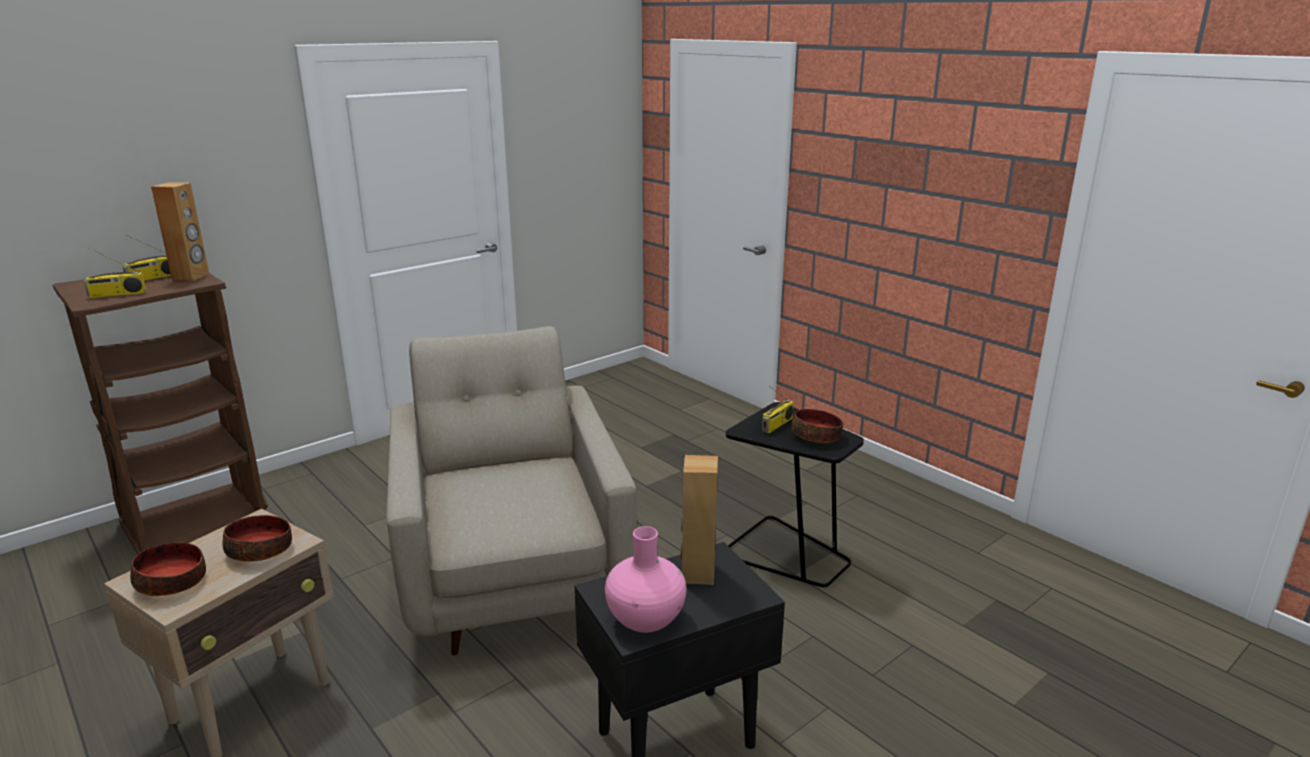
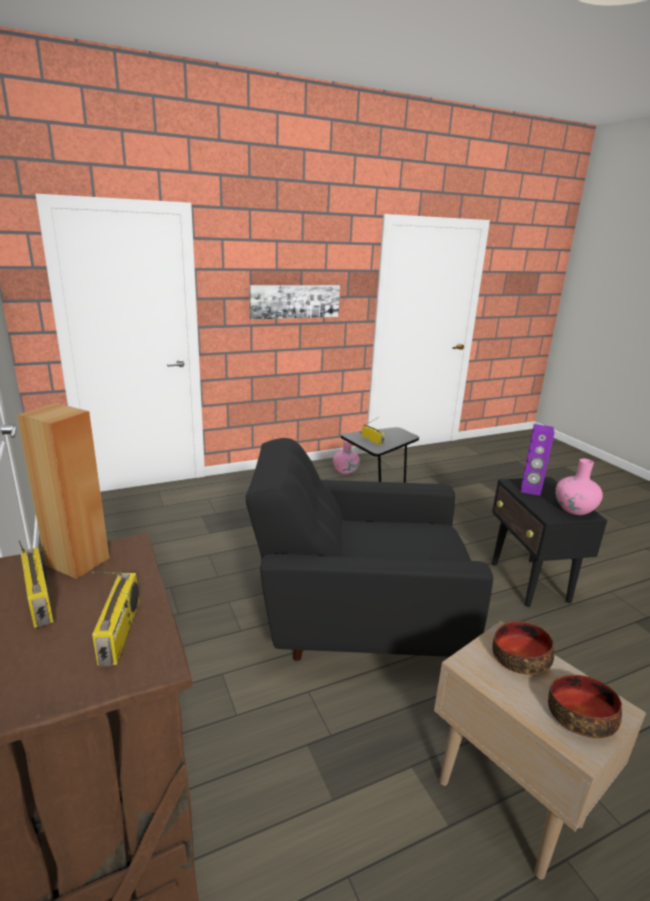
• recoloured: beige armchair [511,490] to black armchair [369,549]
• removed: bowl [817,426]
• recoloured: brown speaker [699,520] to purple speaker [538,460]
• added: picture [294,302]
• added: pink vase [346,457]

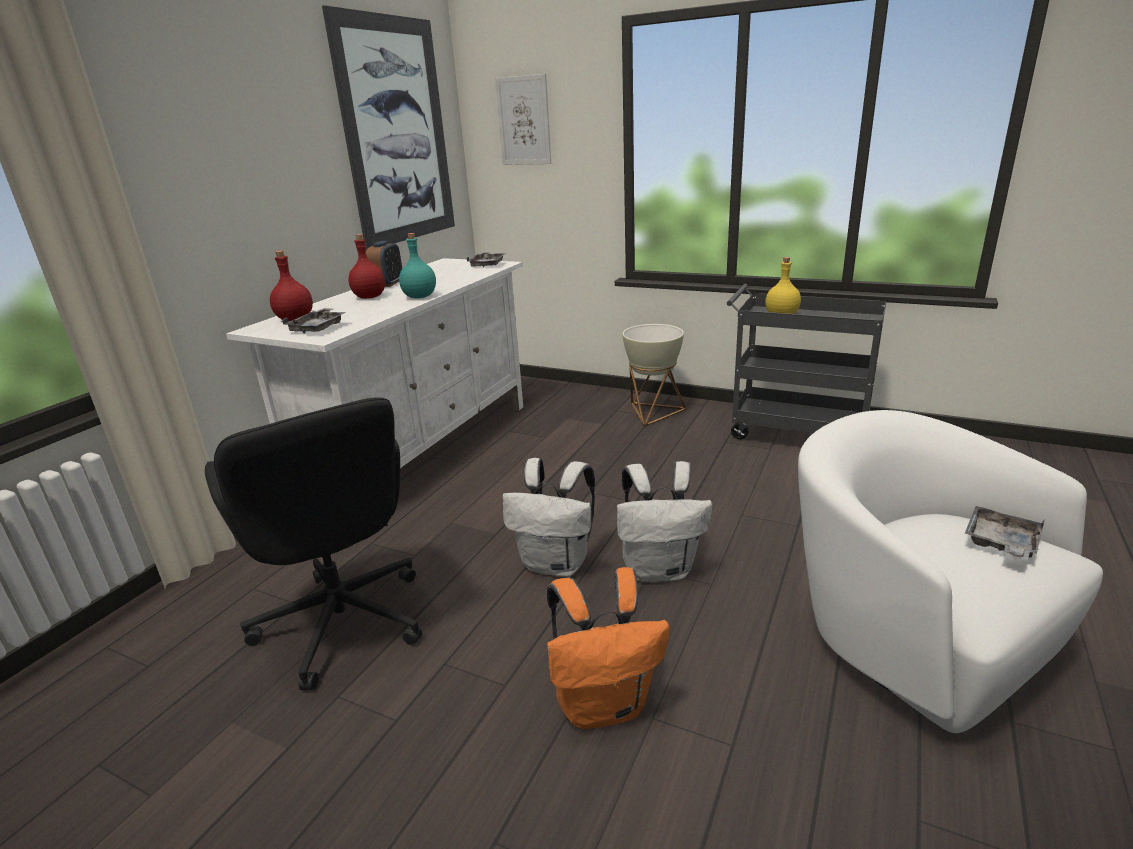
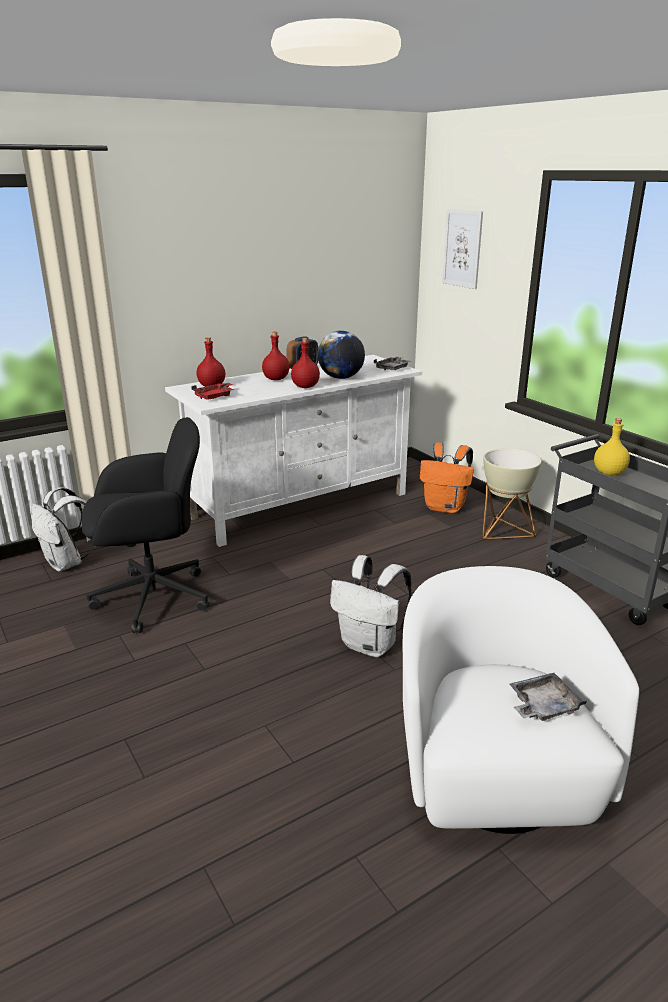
• removed: picture [388,128]
• recoloured: turquoise bottle [417,265] to red bottle [305,363]
• recoloured: grey tray [314,321] to red tray [213,391]
• turned: black office chair [313,543] = [145,525] 105 degrees counterclockwise
• moved: white backpack [548,517] to [62,529]
• moved: orange backpack [608,648] to [447,477]
• added: globe [341,355]

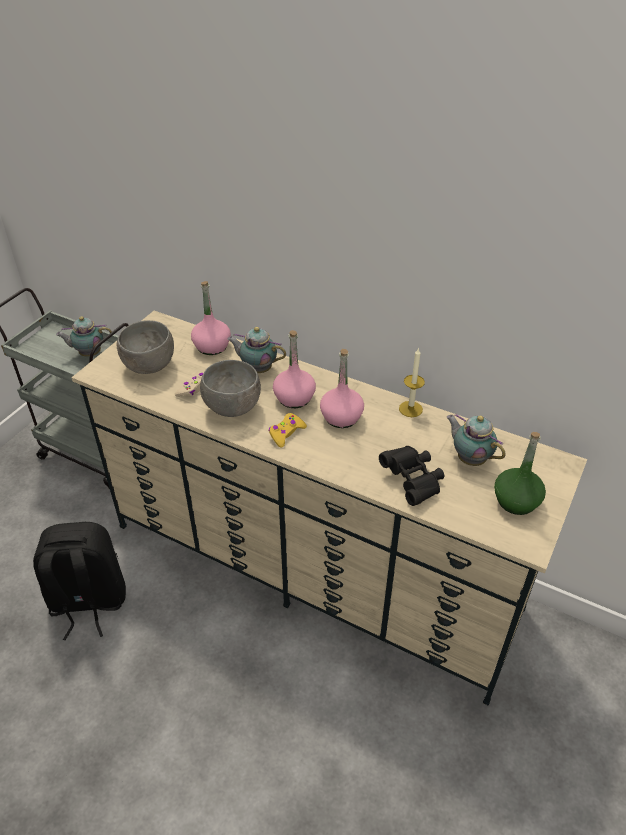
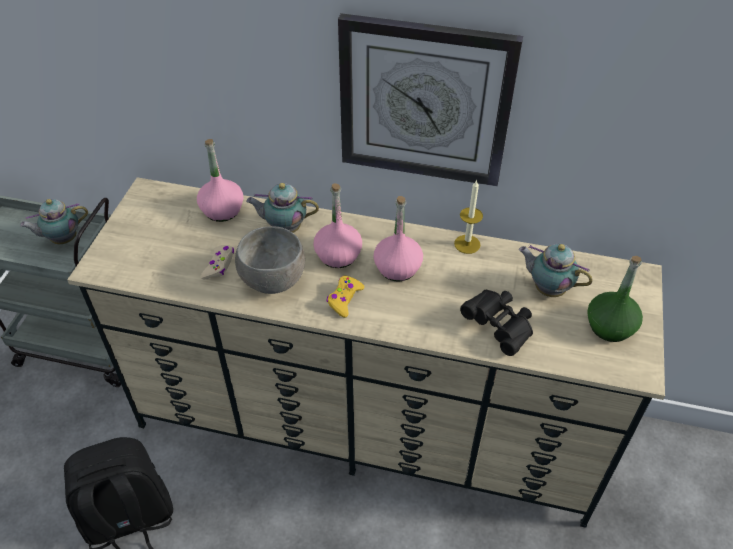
• removed: grey bowl [145,347]
• added: wall clock [430,99]

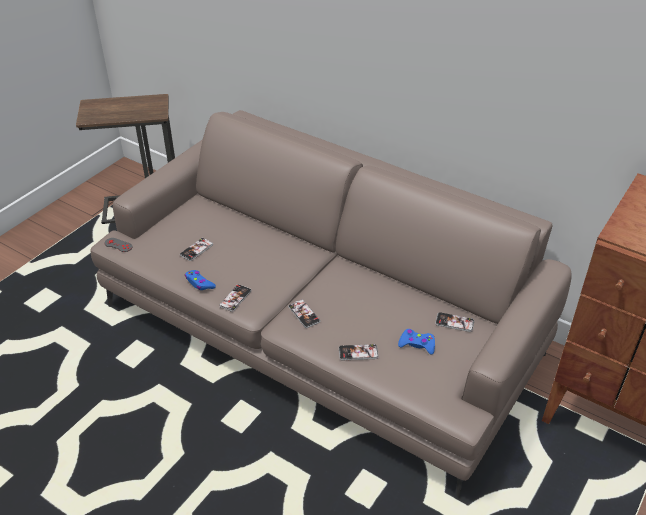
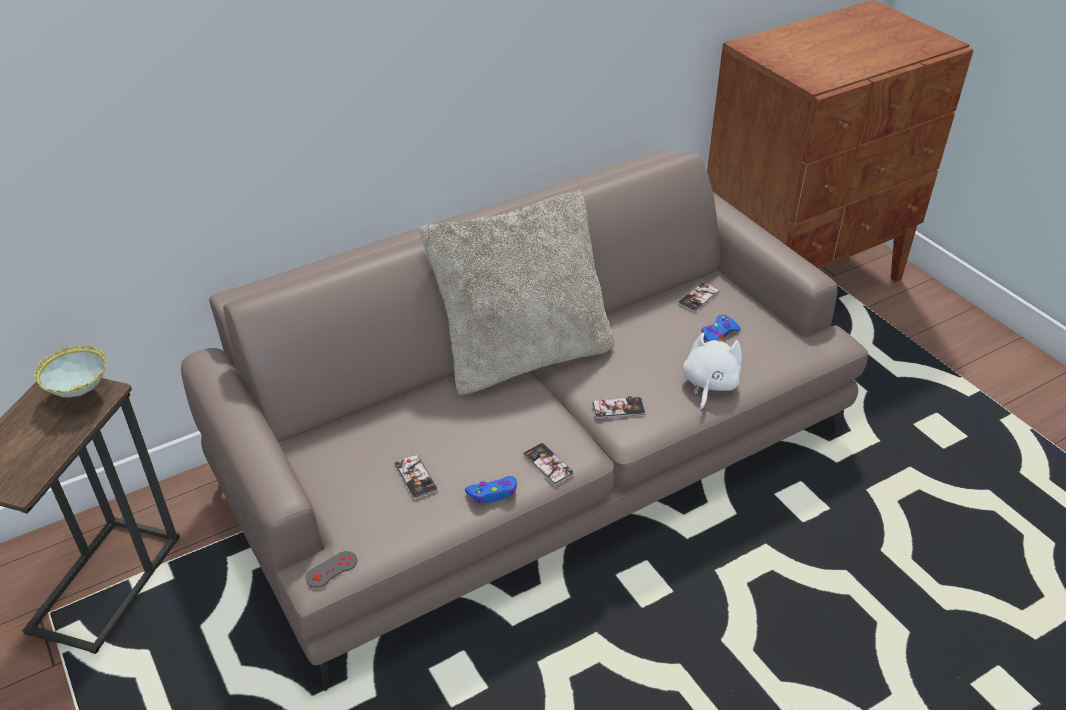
• replaced: phone [359,352] to white plush toy [712,371]
• added: beige pillow [516,292]
• added: bowl [70,371]

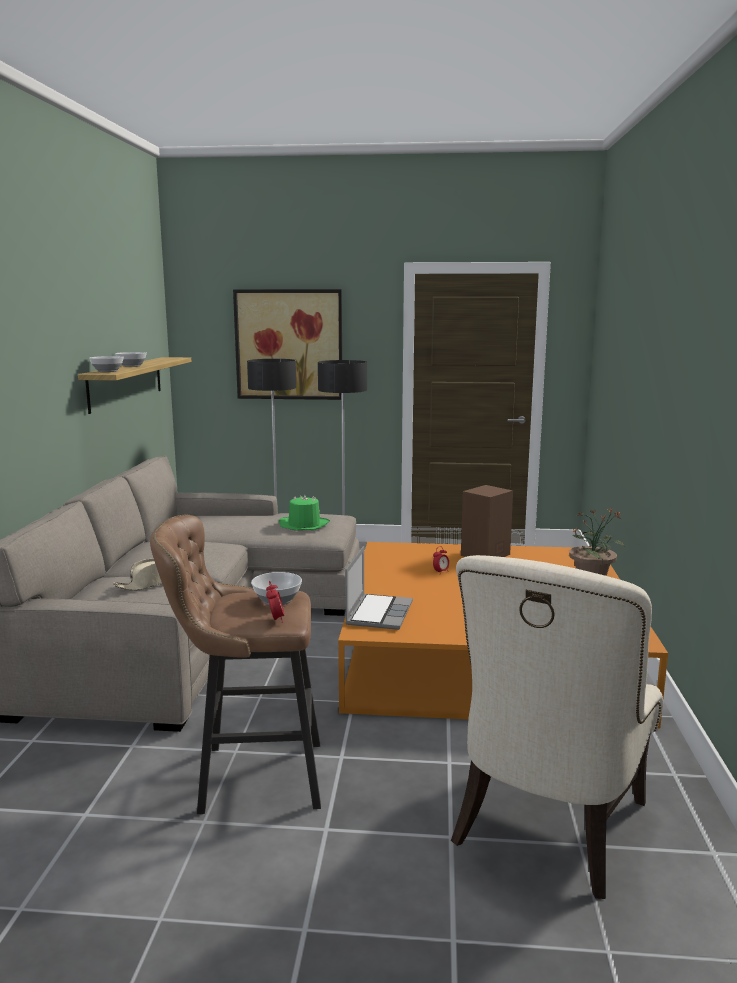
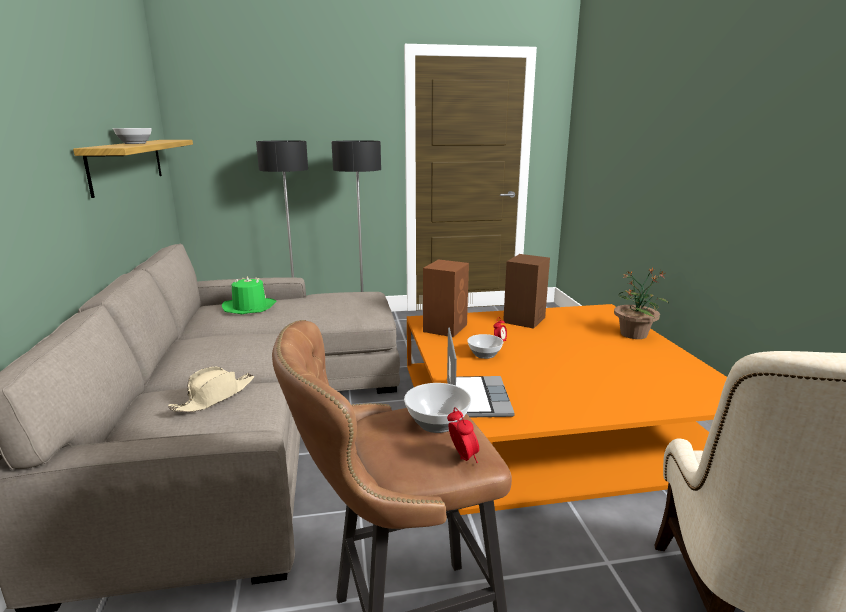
• removed: picture [287,344]
• moved: bowl [106,364] to [485,346]
• moved: green hat [304,513] to [249,295]
• added: brown speaker [446,298]

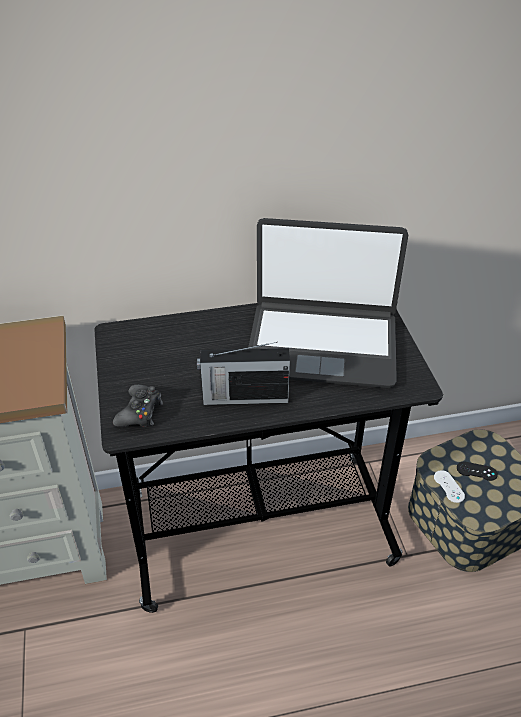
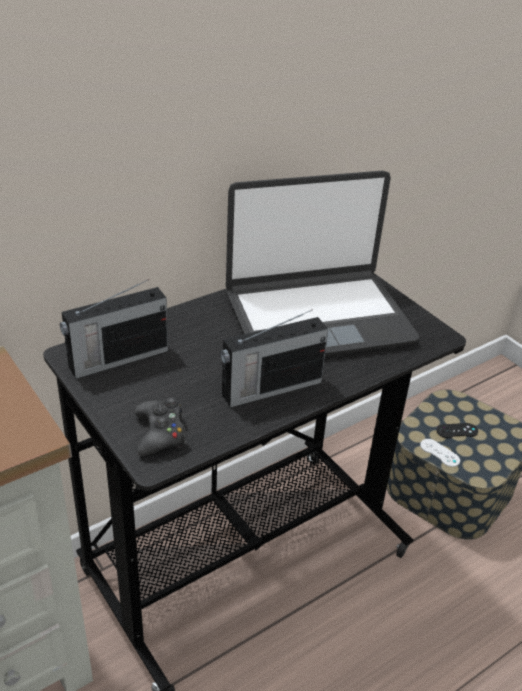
• added: radio [114,329]

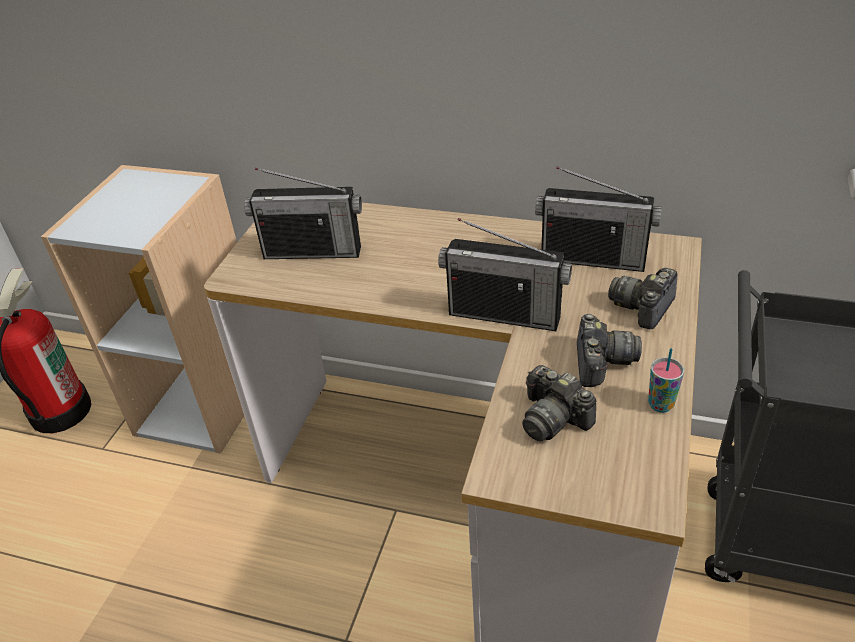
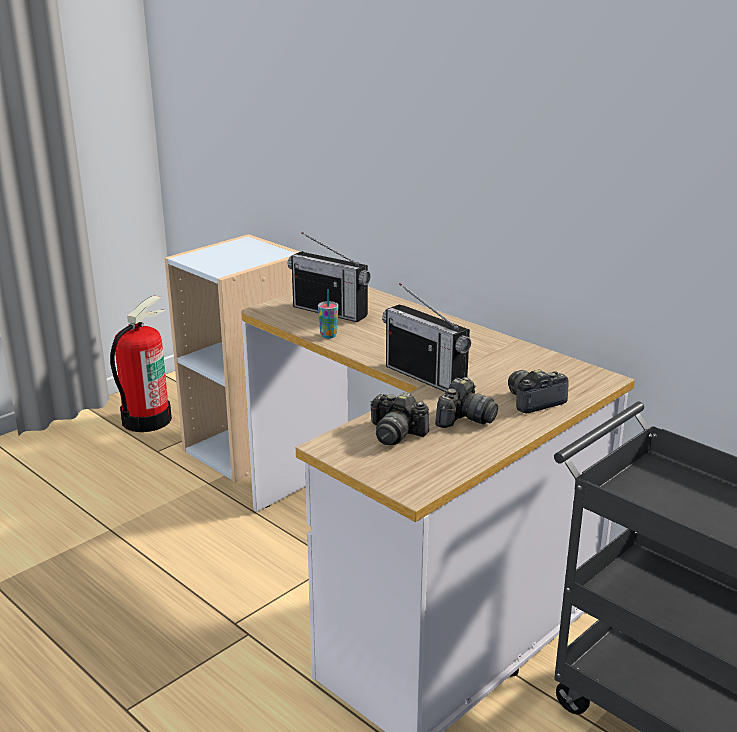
• removed: radio [598,219]
• moved: cup [666,380] to [328,314]
• turned: photo camera [559,403] = [399,418] 45 degrees counterclockwise

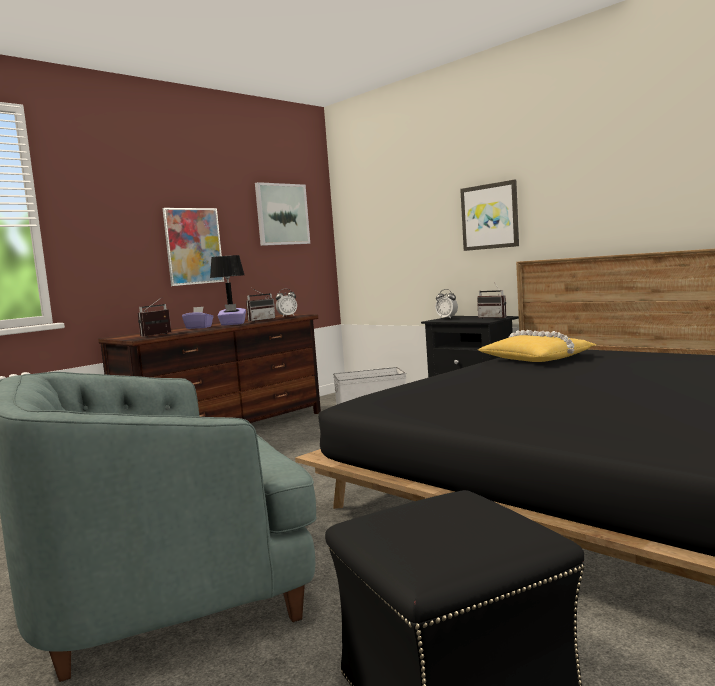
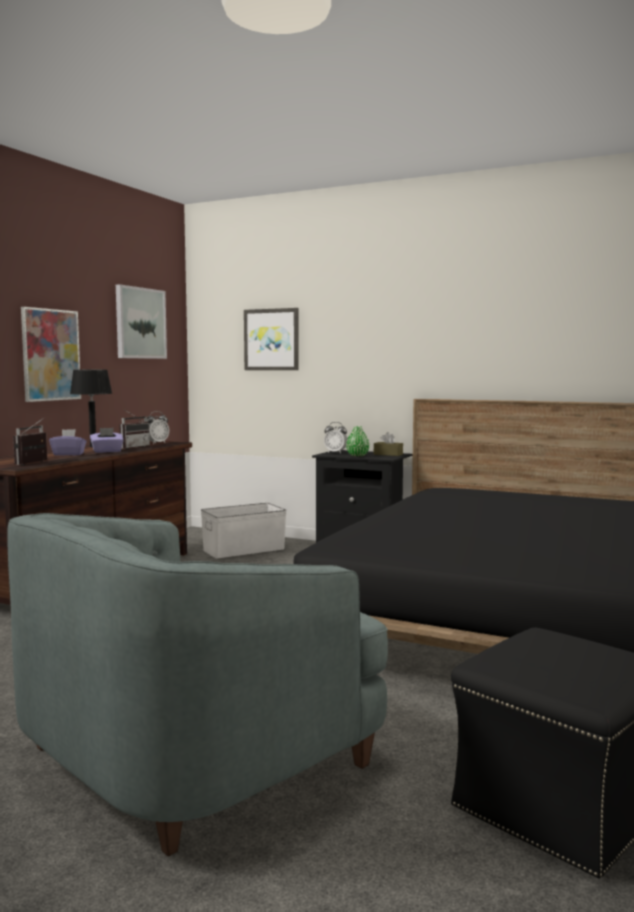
• moved: picture [489,215] to [271,339]
• replaced: radio [491,300] to brown tissue box [388,444]
• removed: yellow pillow [537,346]
• added: green vase [357,441]

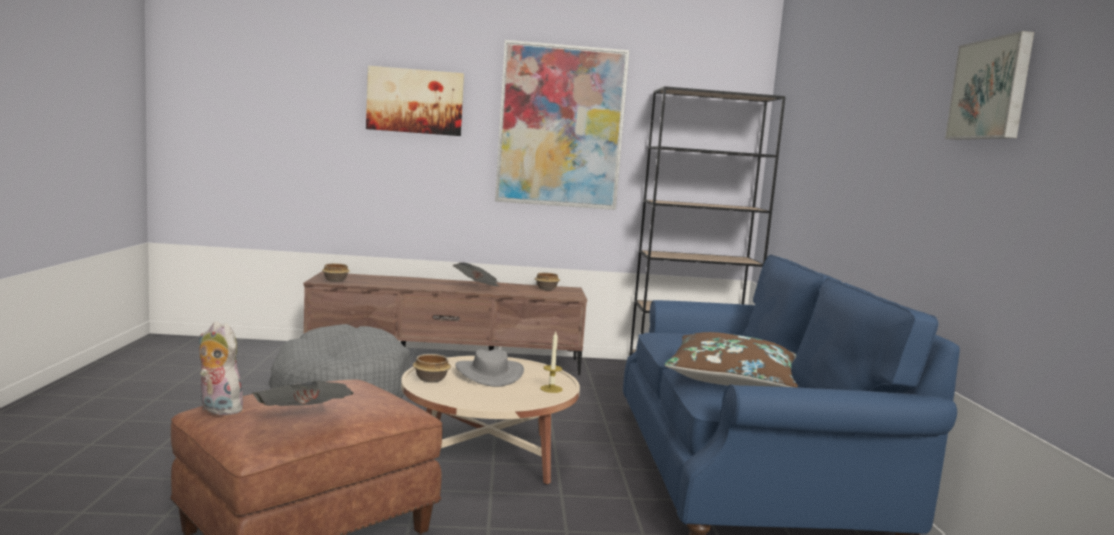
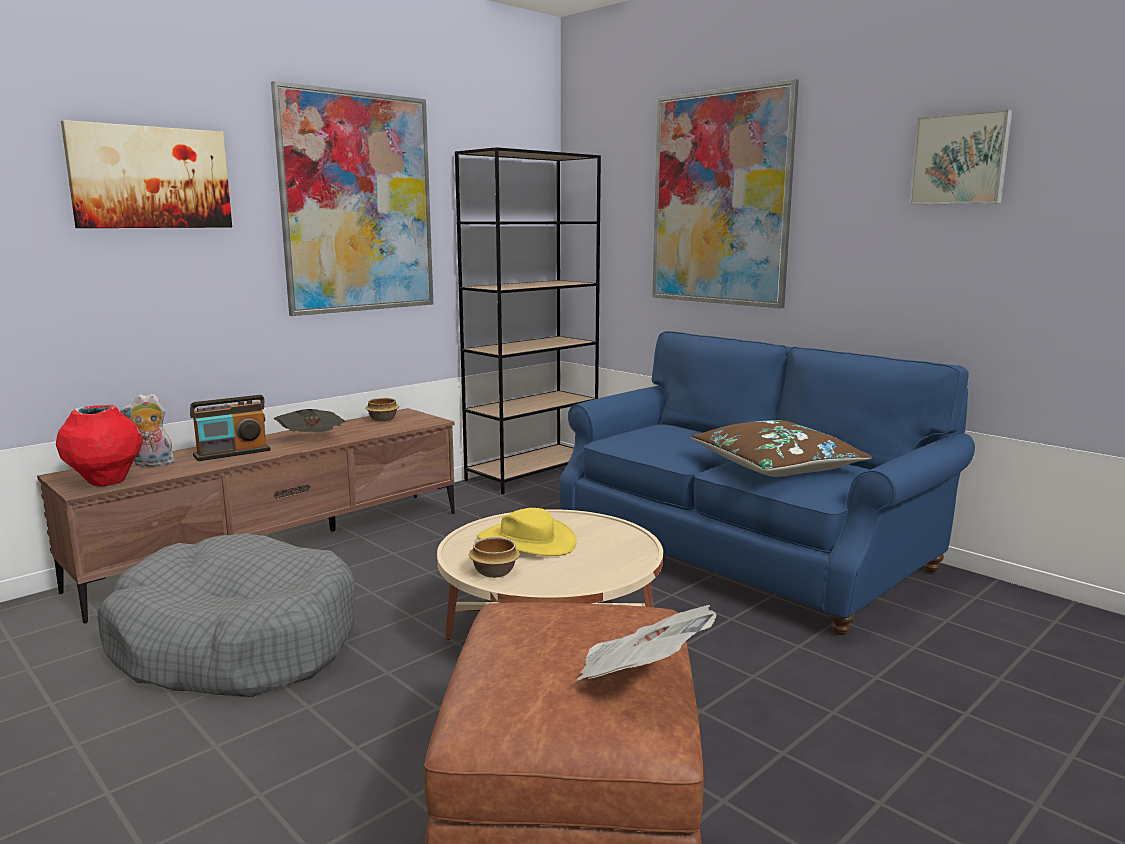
• replaced: bowl [336,272] to red vase [99,446]
• moved: plush toy [223,368] to [148,430]
• removed: candle [551,362]
• recoloured: grey hat [489,368] to yellow hat [527,532]
• added: picture [725,193]
• added: radio [230,428]

